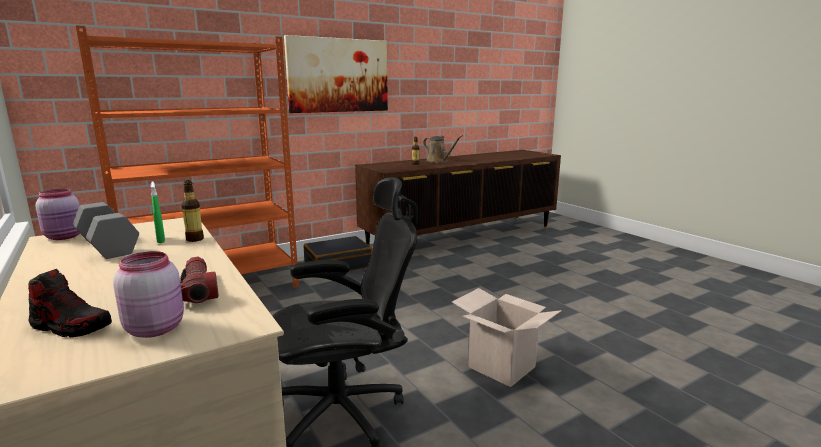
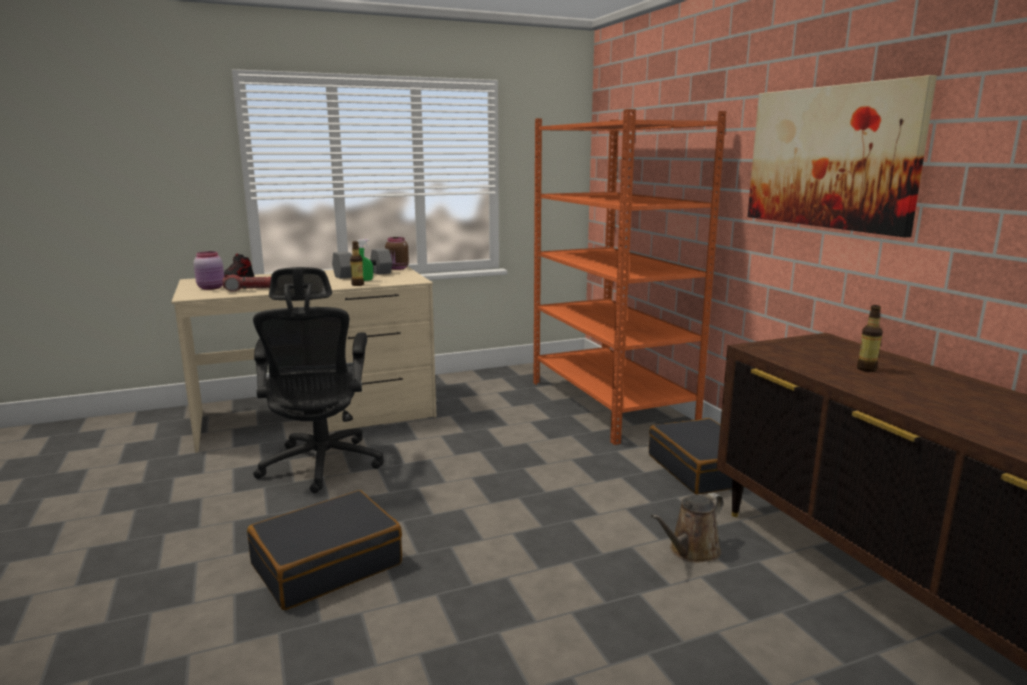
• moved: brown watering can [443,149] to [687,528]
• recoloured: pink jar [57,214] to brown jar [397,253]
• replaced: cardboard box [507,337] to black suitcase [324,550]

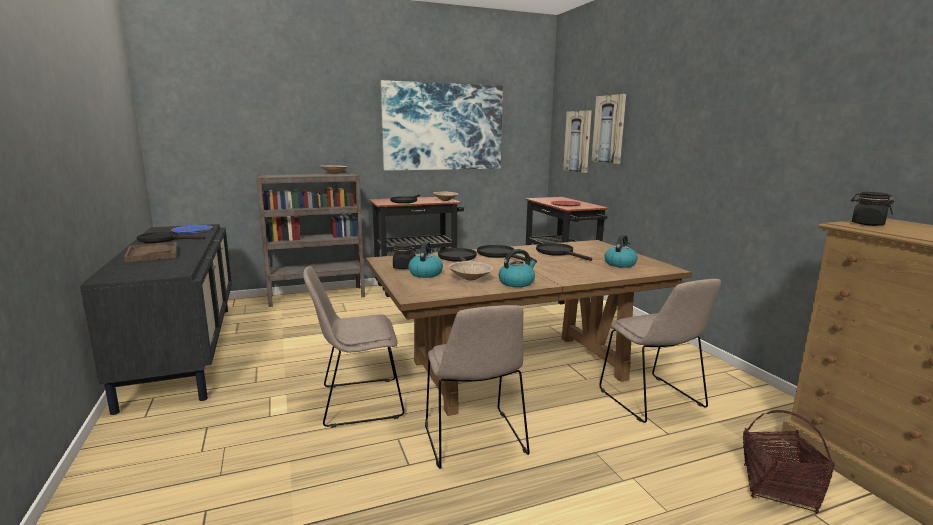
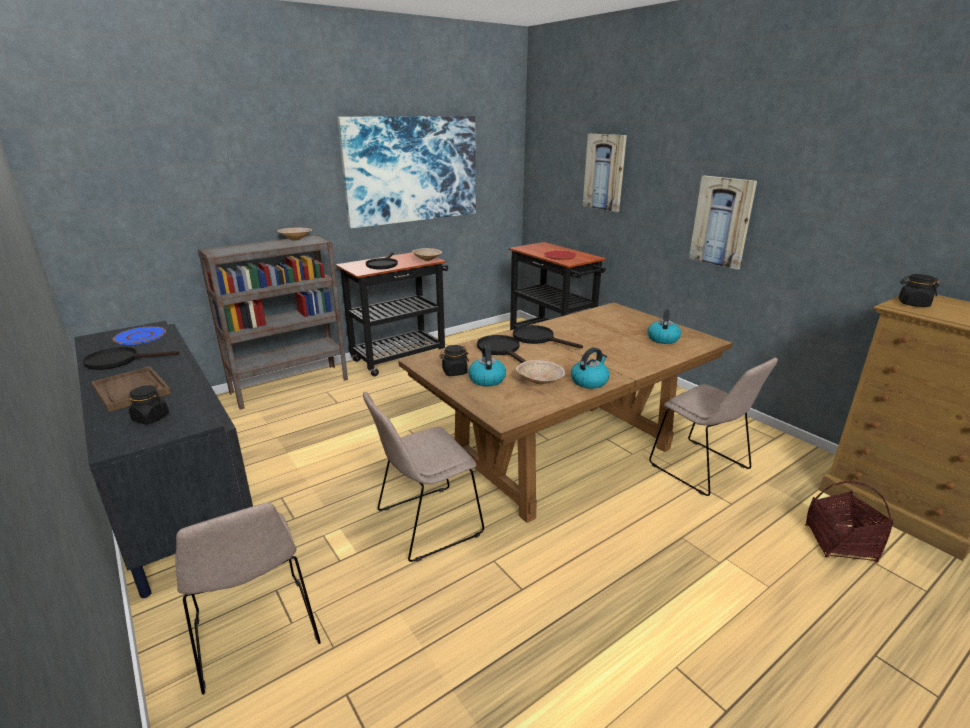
• moved: picture [577,141] to [723,222]
• removed: black frying pan [564,252]
• moved: beige chair [477,387] to [248,598]
• added: black jar [149,404]

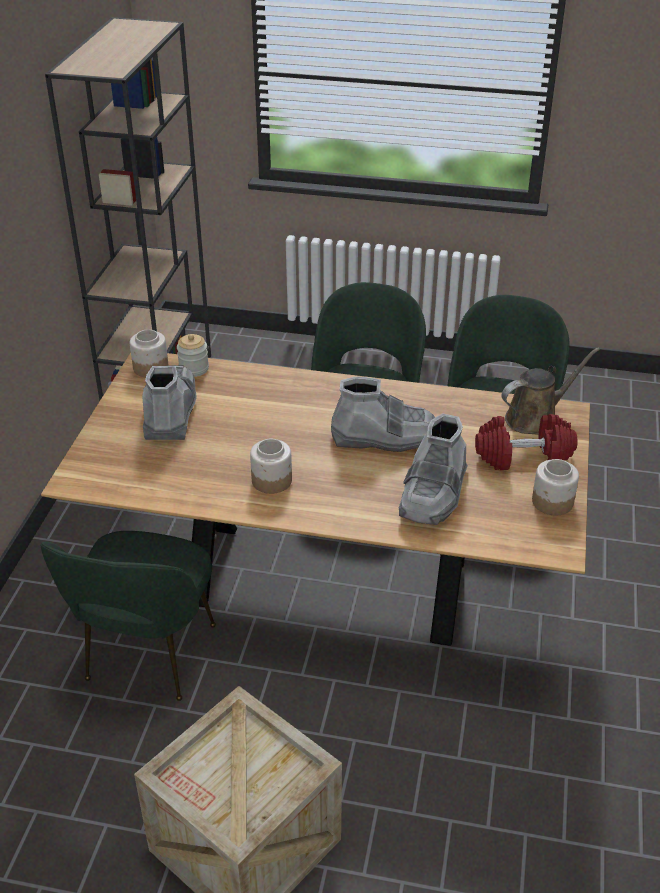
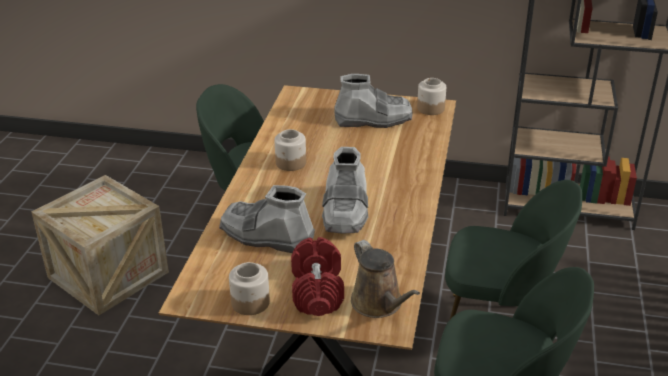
• removed: jar [193,355]

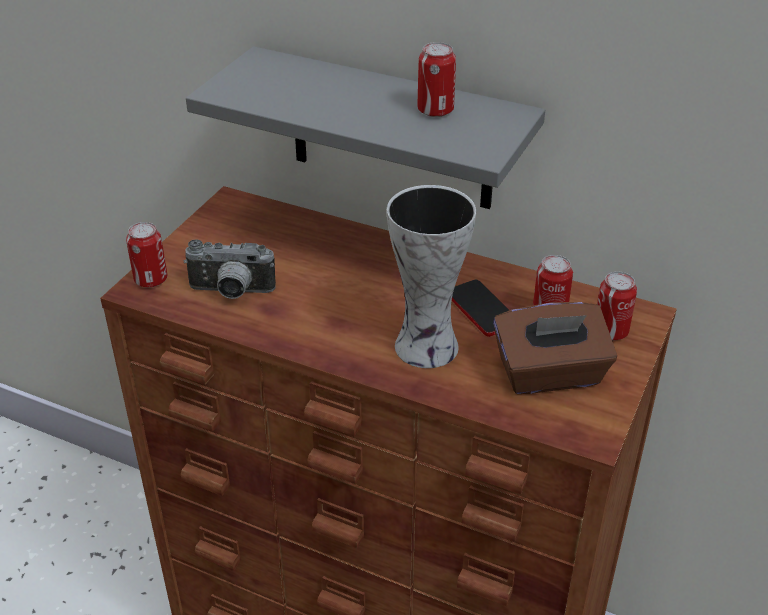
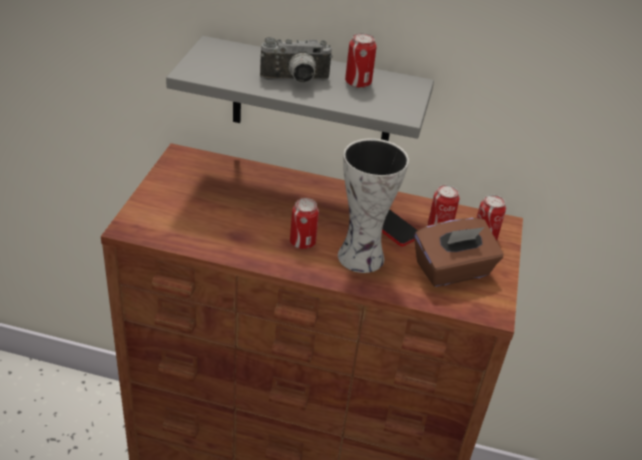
• moved: can [147,254] to [304,223]
• moved: photo camera [230,269] to [296,60]

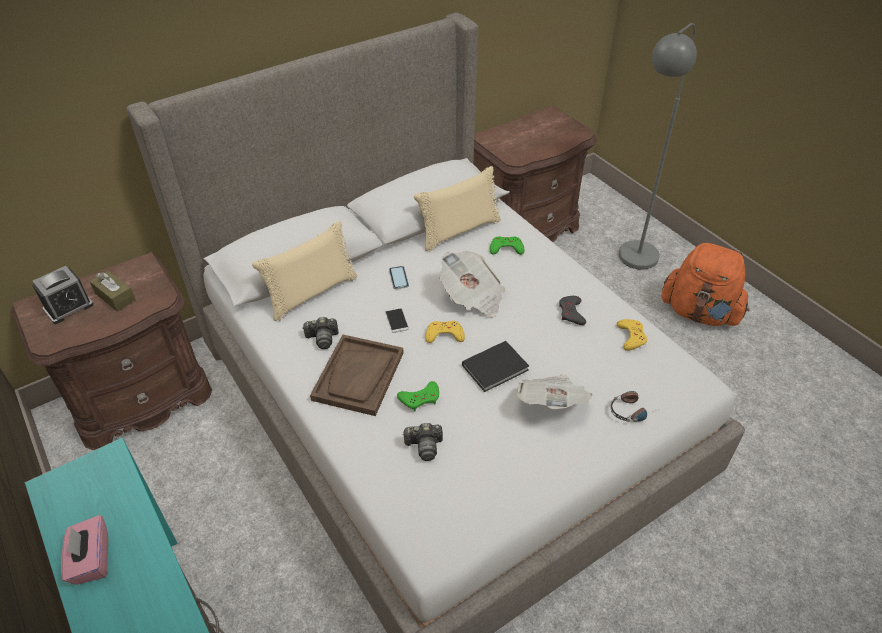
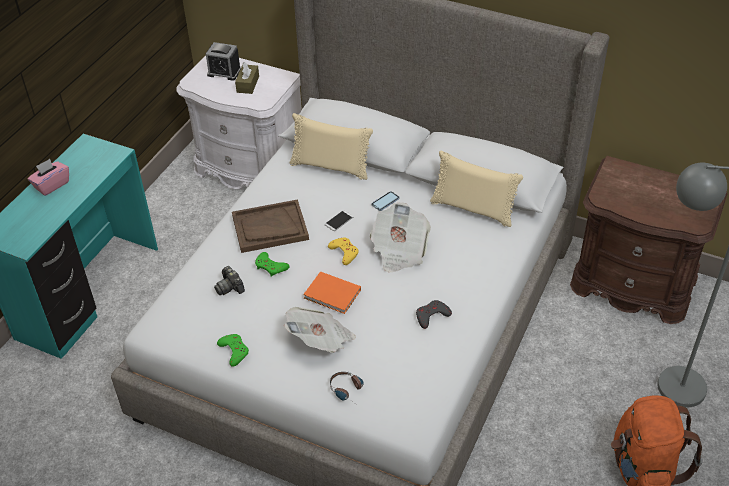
• moved: green game controller [507,245] to [233,350]
• recoloured: brown nightstand [111,351] to white nightstand [239,122]
• removed: photo camera [321,333]
• removed: yellow game controller [632,335]
• recoloured: black book [495,366] to orange book [332,292]

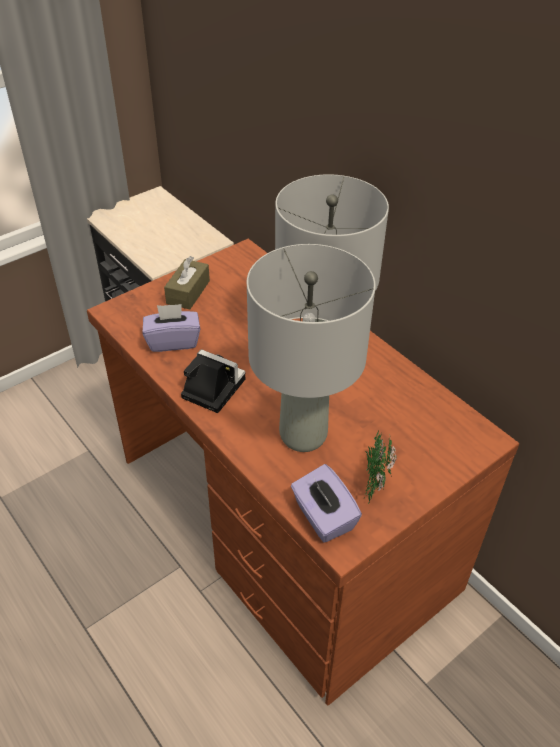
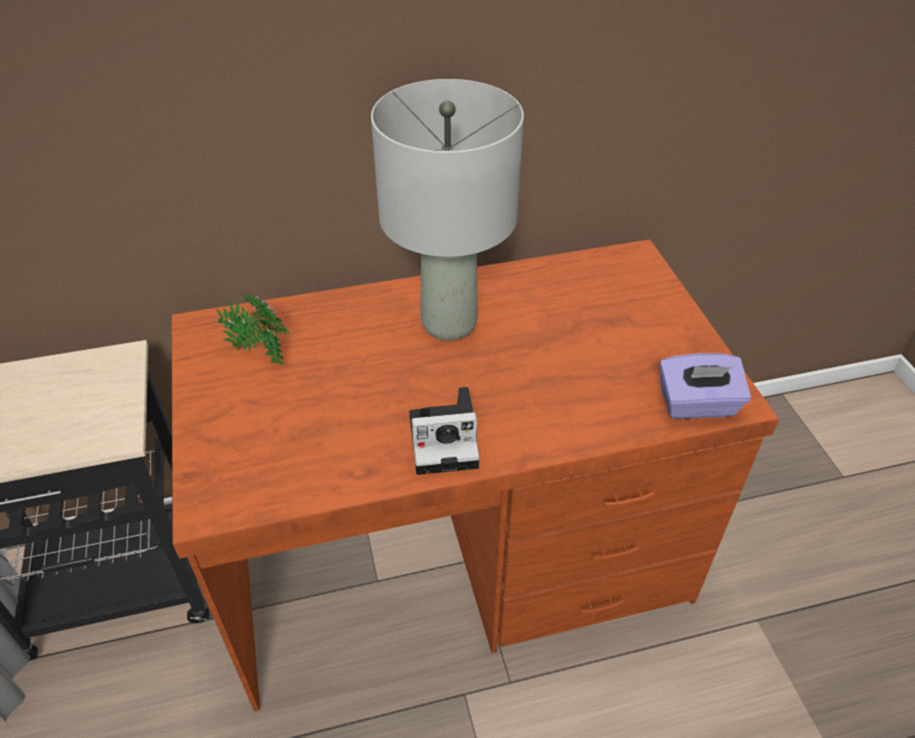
• removed: grey table lamp [311,348]
• removed: brown tissue box [187,283]
• removed: purple tissue box [171,328]
• turned: photo camera [213,381] = [445,431] 150 degrees counterclockwise
• moved: potted plant [380,467] to [252,329]

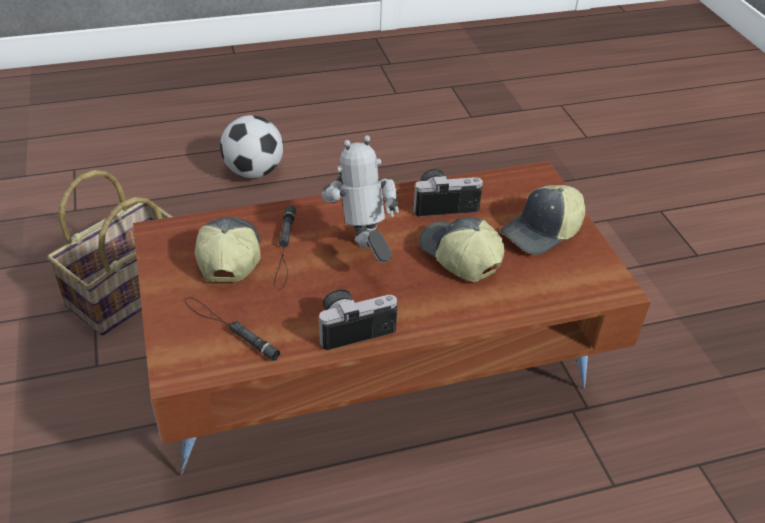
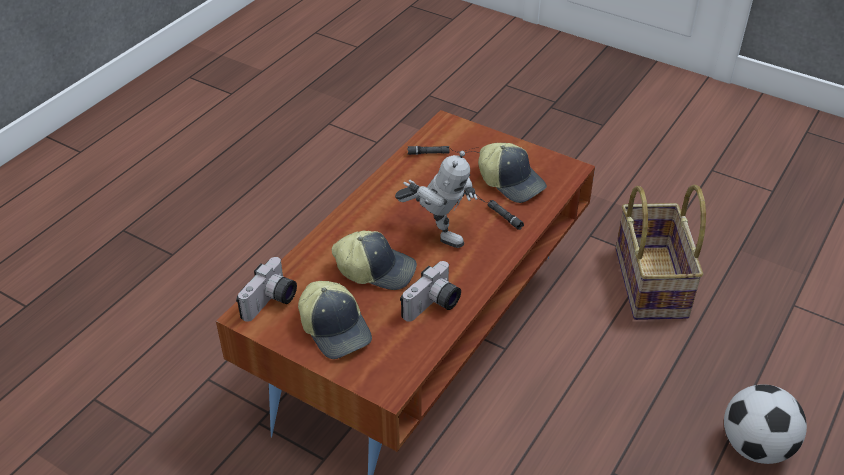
• turned: cap [542,220] = [335,320] 135 degrees clockwise
• moved: photo camera [357,320] to [266,289]

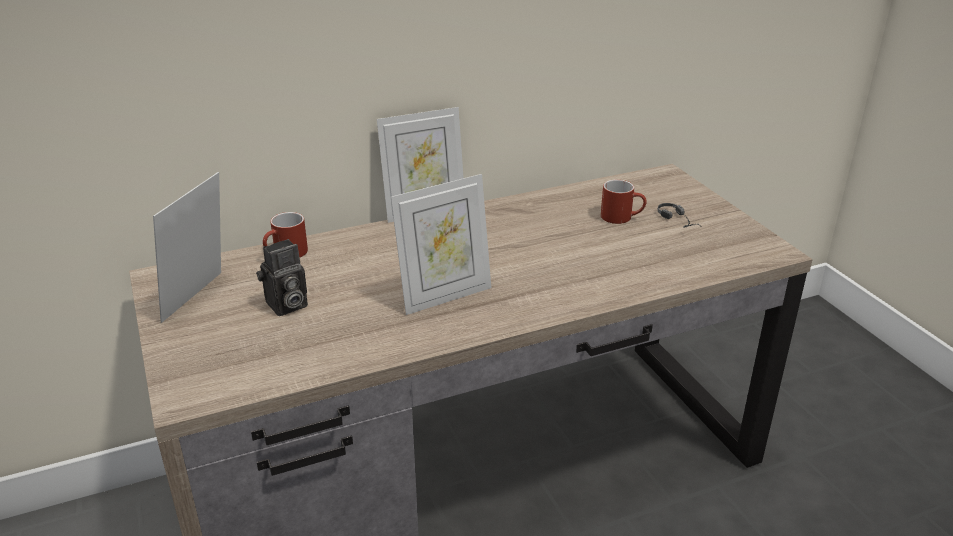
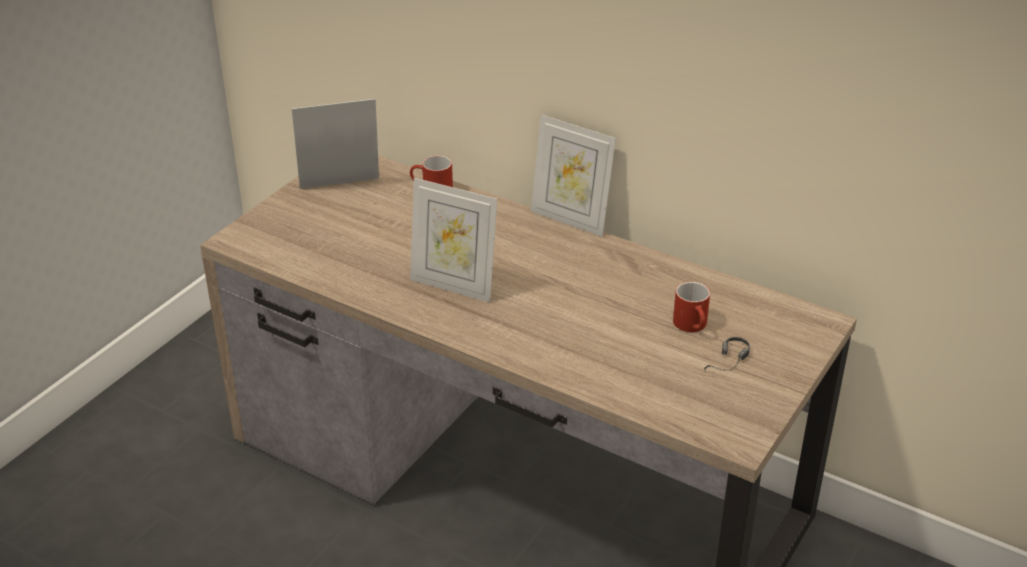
• removed: photo camera [282,277]

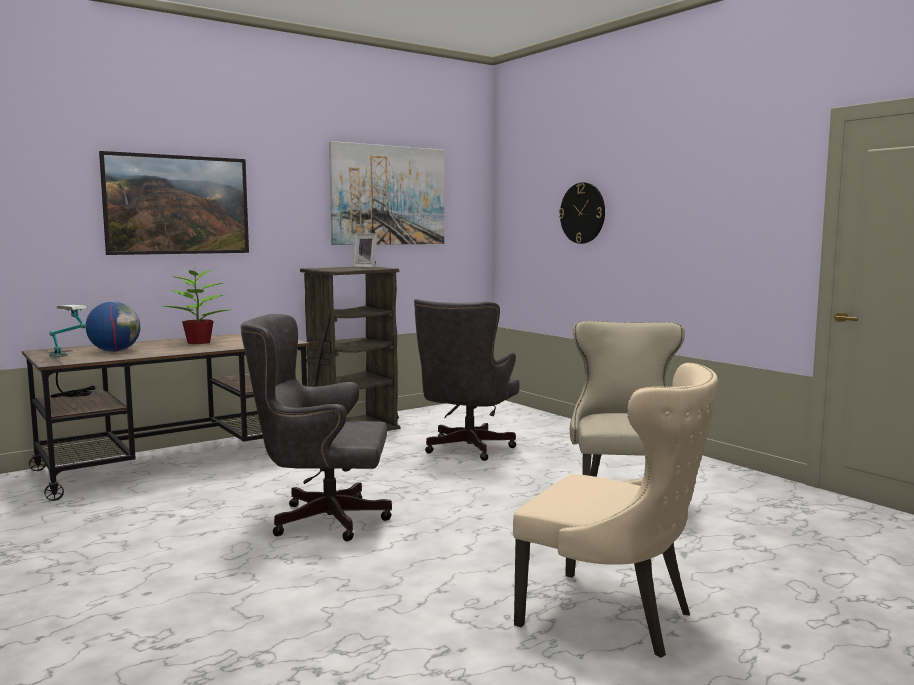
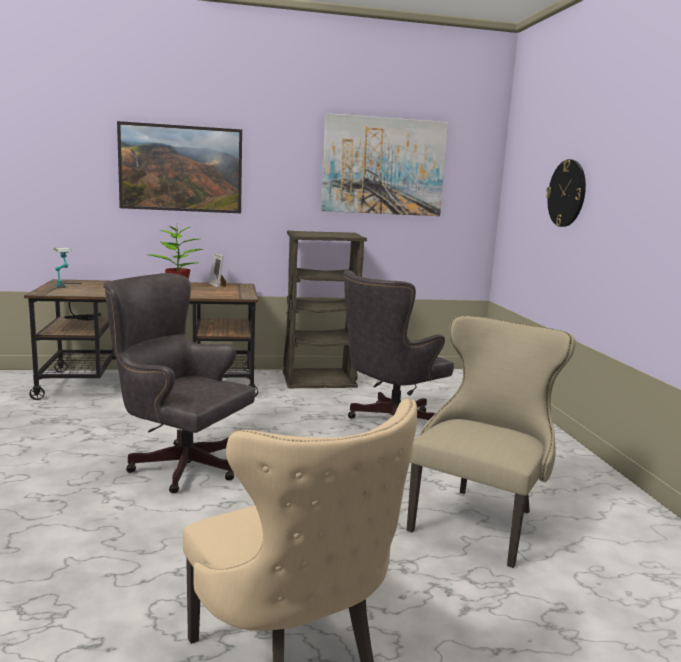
• moved: picture frame [364,250] to [217,270]
• removed: globe [113,327]

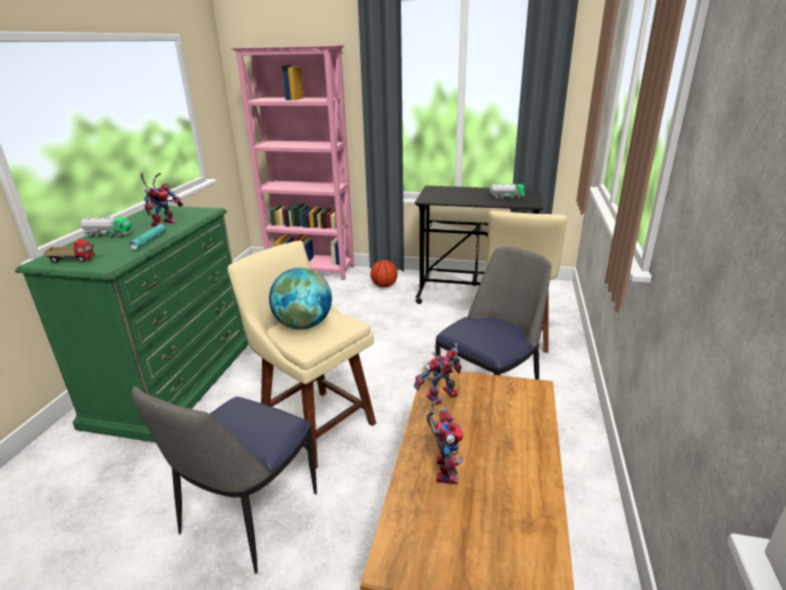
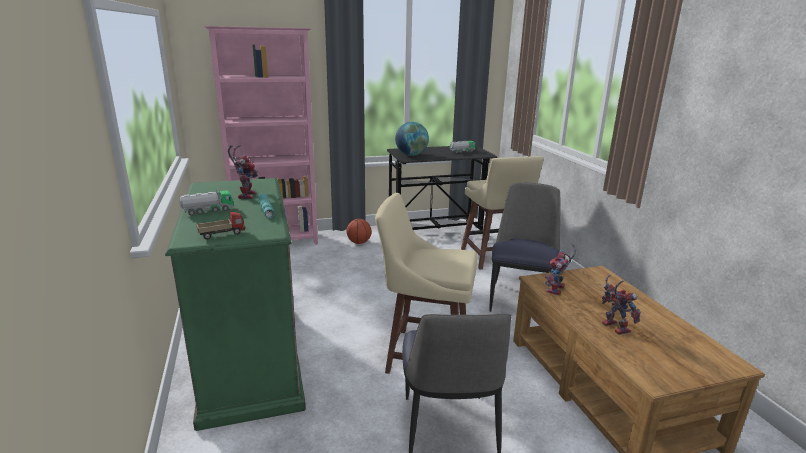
• moved: globe [300,299] to [412,139]

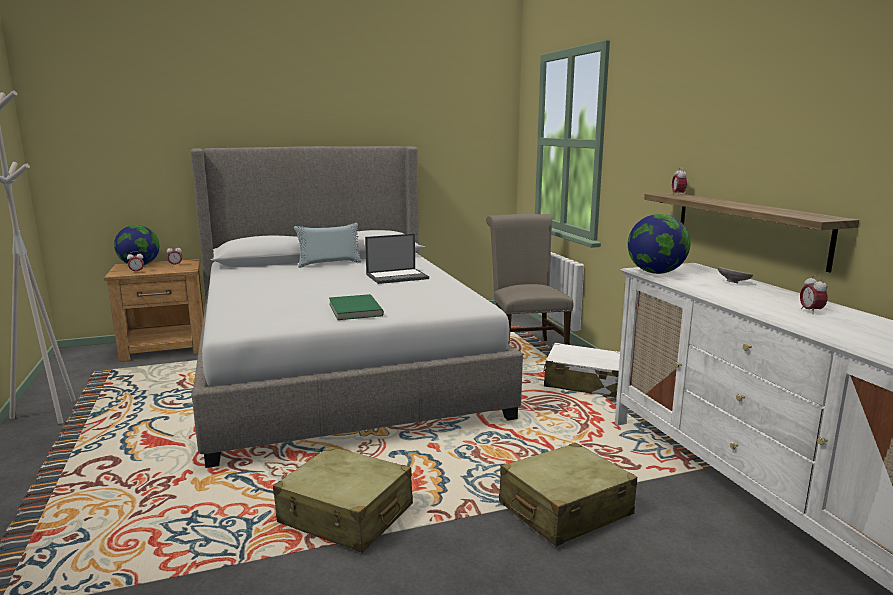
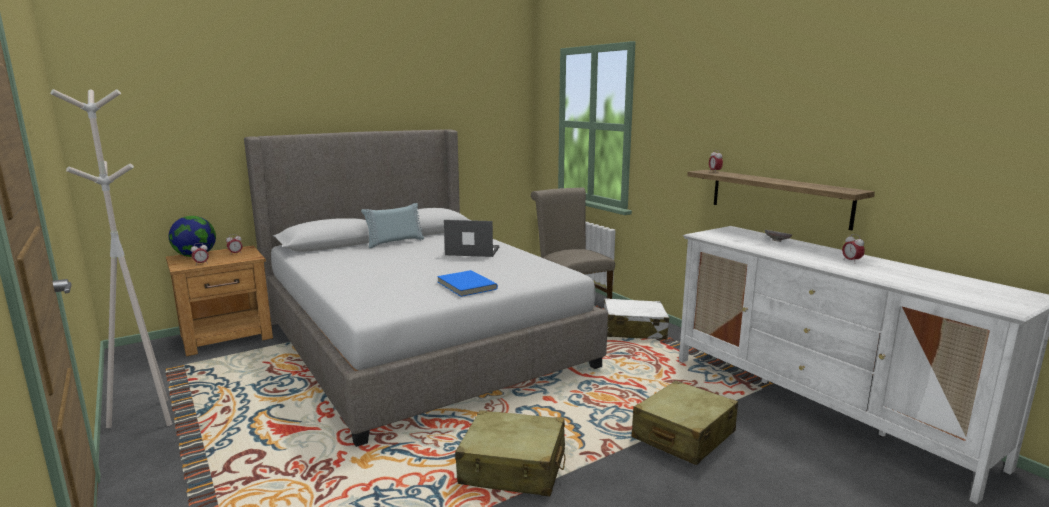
• removed: globe [659,244]
• turned: laptop [397,259] = [471,238] 135 degrees counterclockwise
• recoloured: green book [356,307] to blue book [467,283]

